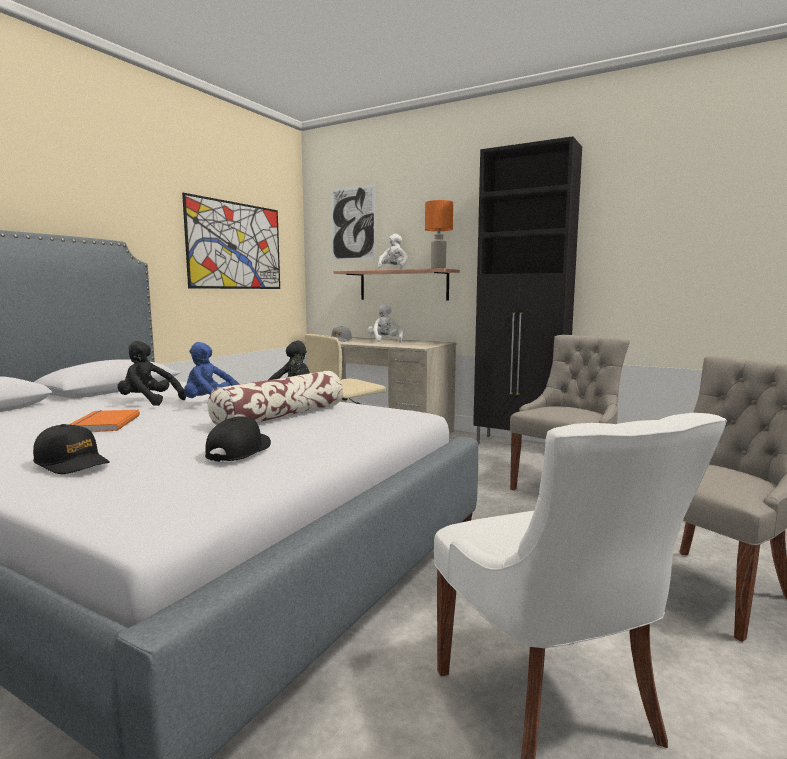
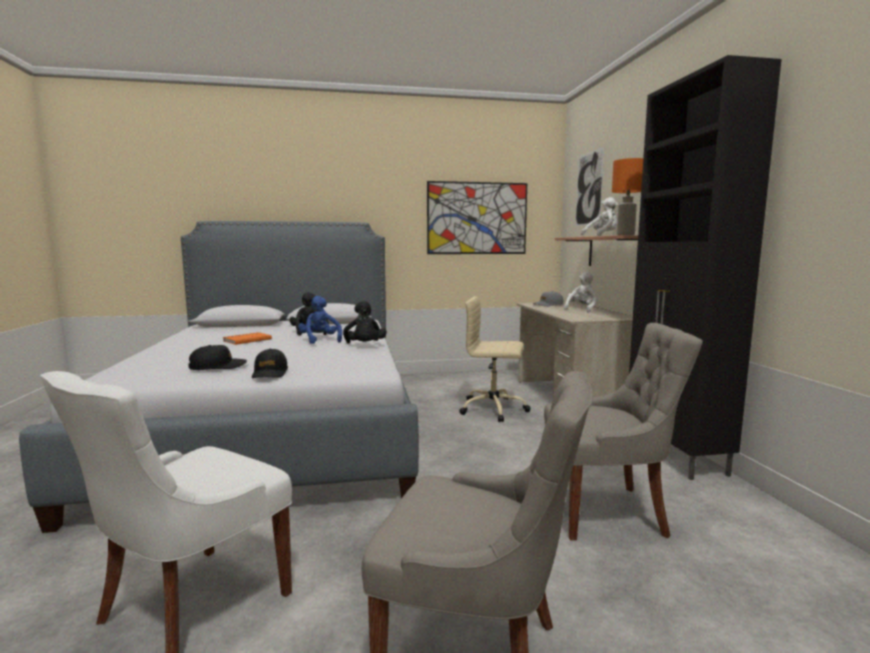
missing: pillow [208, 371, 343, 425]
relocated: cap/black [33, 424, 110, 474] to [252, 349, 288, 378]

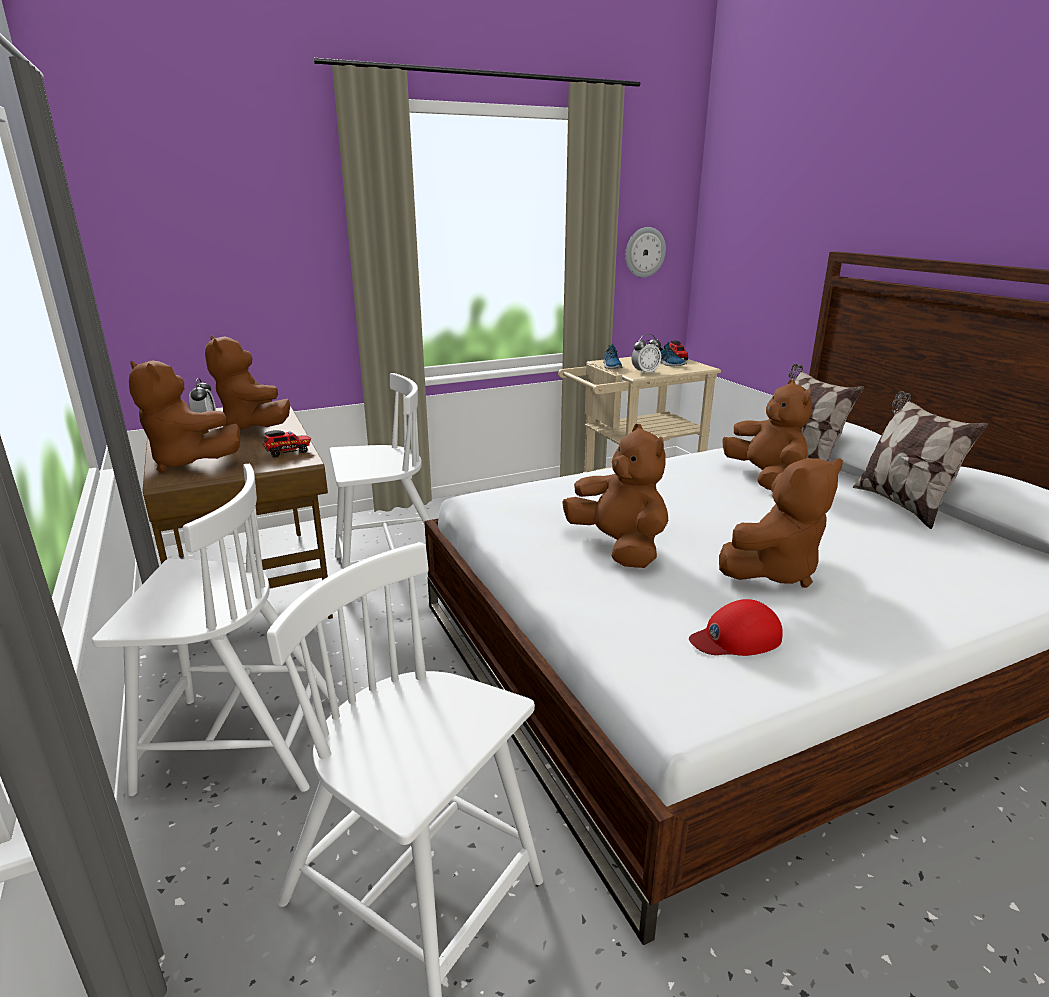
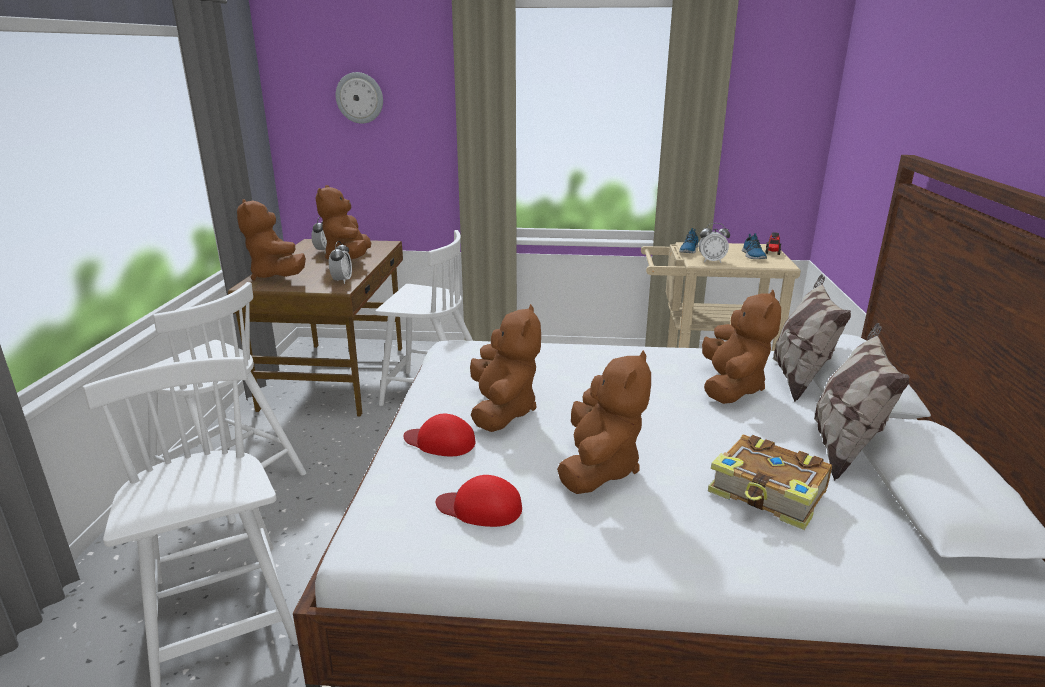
appeared: cap/red [404, 414, 475, 456]; book [708, 434, 832, 530]
relocated: wall clock [625, 227, 666, 278] to [336, 72, 383, 124]
exchanged: toy truck [263, 430, 312, 458] to alarm clock [329, 241, 352, 284]
spun: plush toy/brown [719, 458, 843, 588] = [557, 350, 651, 494] 75 degrees counterclockwise

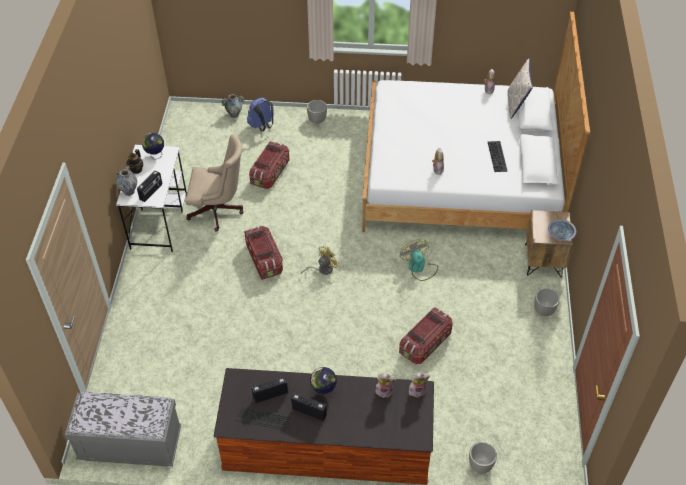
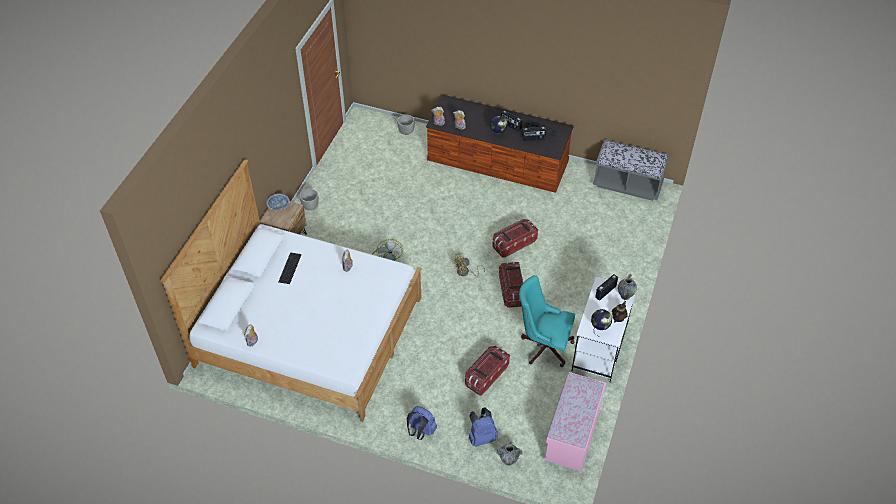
missing: pillow [508, 58, 533, 119]
appeared: bench/pink [544, 372, 606, 472]
relocated: storage box [399, 307, 453, 364] to [492, 219, 538, 258]
exchanged: planter/grey [307, 100, 327, 124] to backpack/blue [407, 406, 437, 440]
colour: office chair/beige [185, 134, 243, 232] to office chair/turquoise [519, 275, 575, 367]

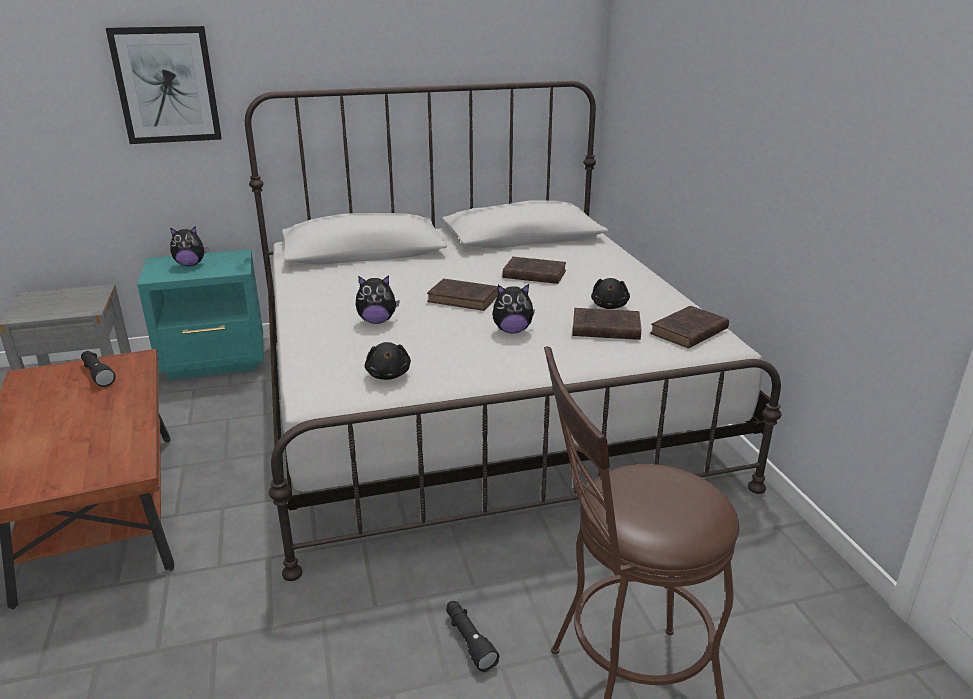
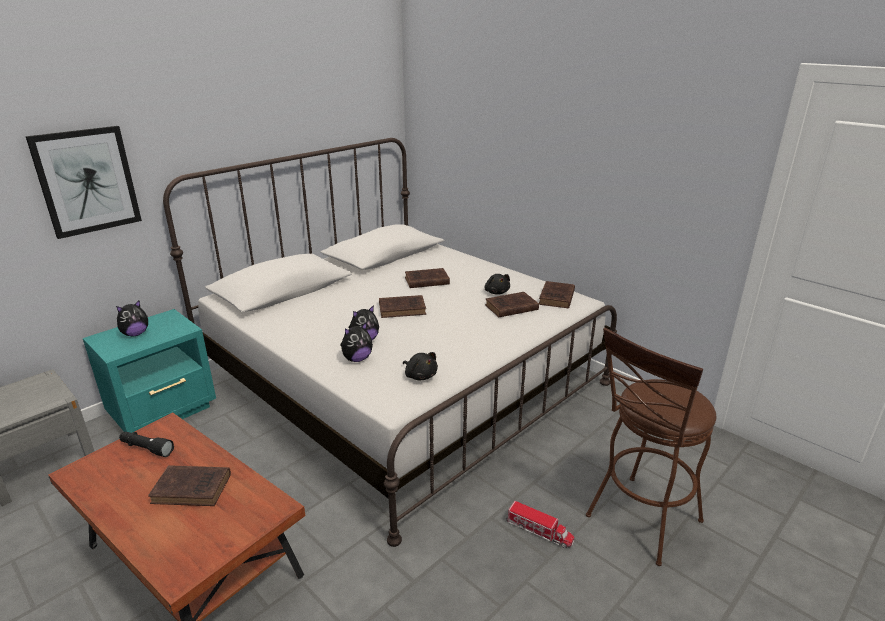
appeared: book/brown [148, 465, 231, 506]
relocated: plush toy [492, 284, 535, 333] to [340, 322, 373, 362]
exchanged: flashlight/black [446, 601, 499, 672] to toy truck [506, 501, 575, 548]

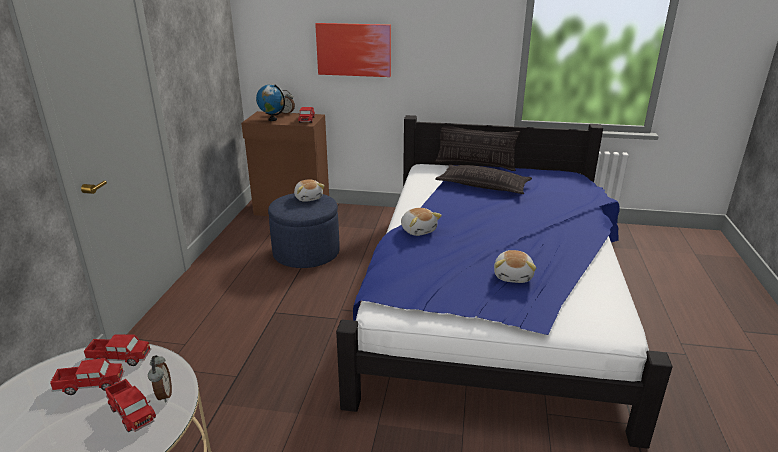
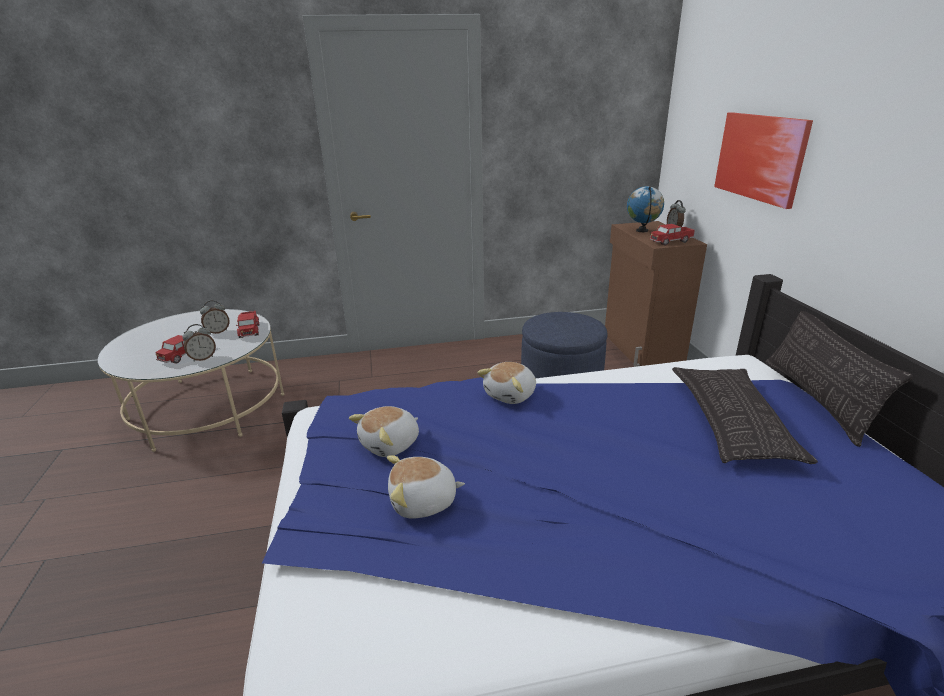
relocated: plush toy [294, 179, 325, 202] to [349, 406, 419, 457]
exchanged: toy truck [50, 358, 124, 395] to alarm clock [200, 300, 230, 334]

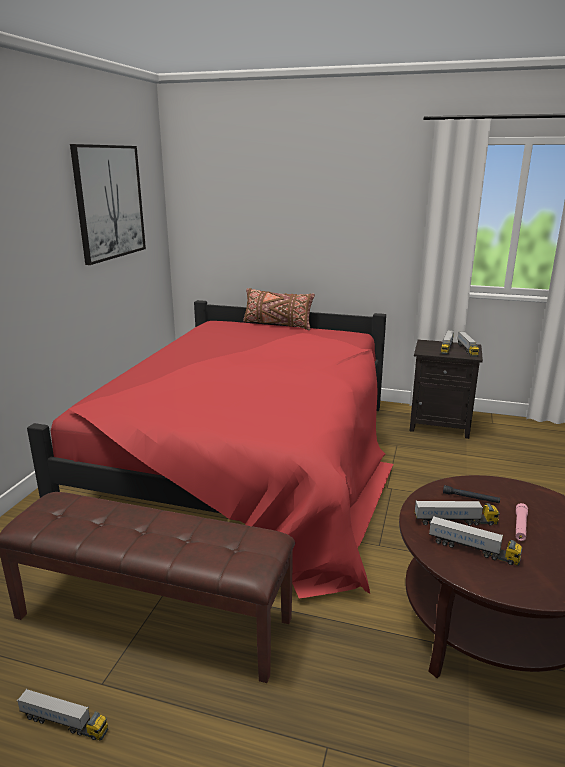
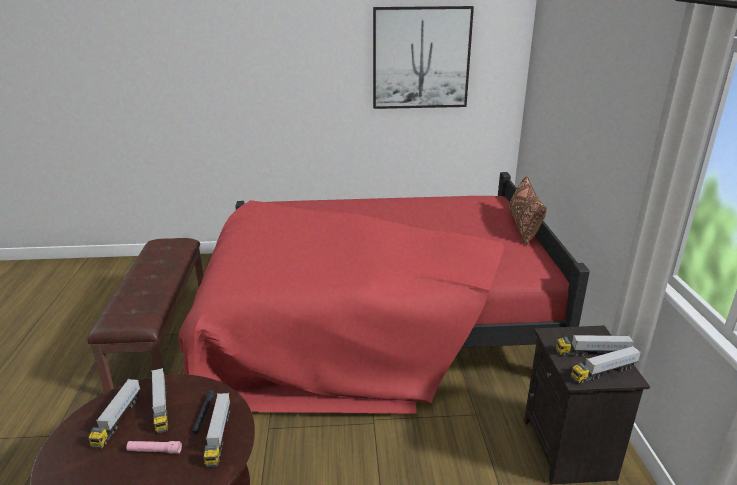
relocated: toy truck [17, 688, 108, 740] to [203, 393, 230, 467]

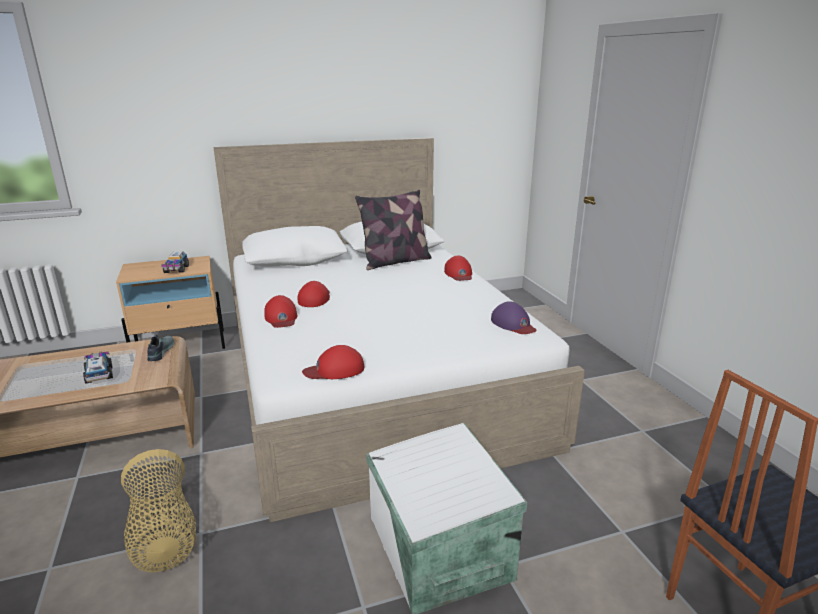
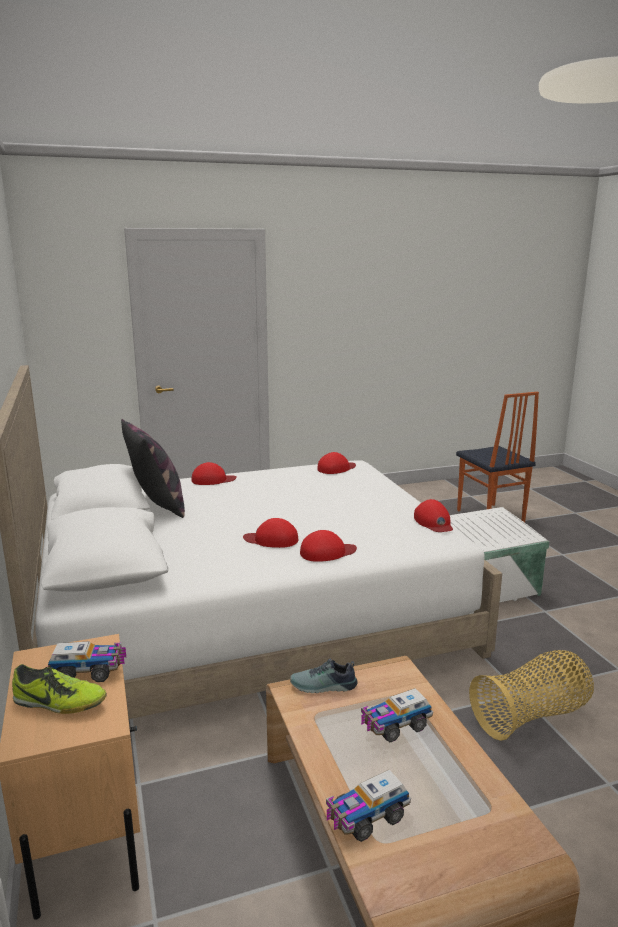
appeared: shoe [12, 664, 107, 714]; toy truck [326, 770, 411, 842]
colour: cap/purple [491, 301, 537, 334] to cap/red [317, 452, 356, 474]

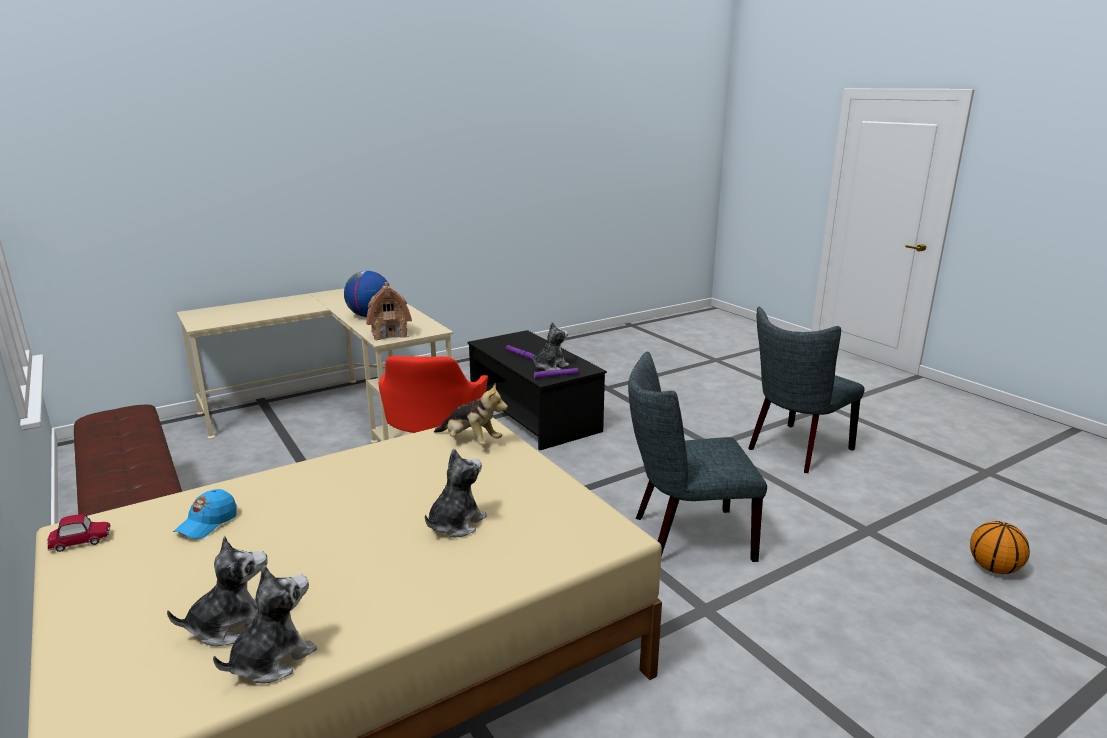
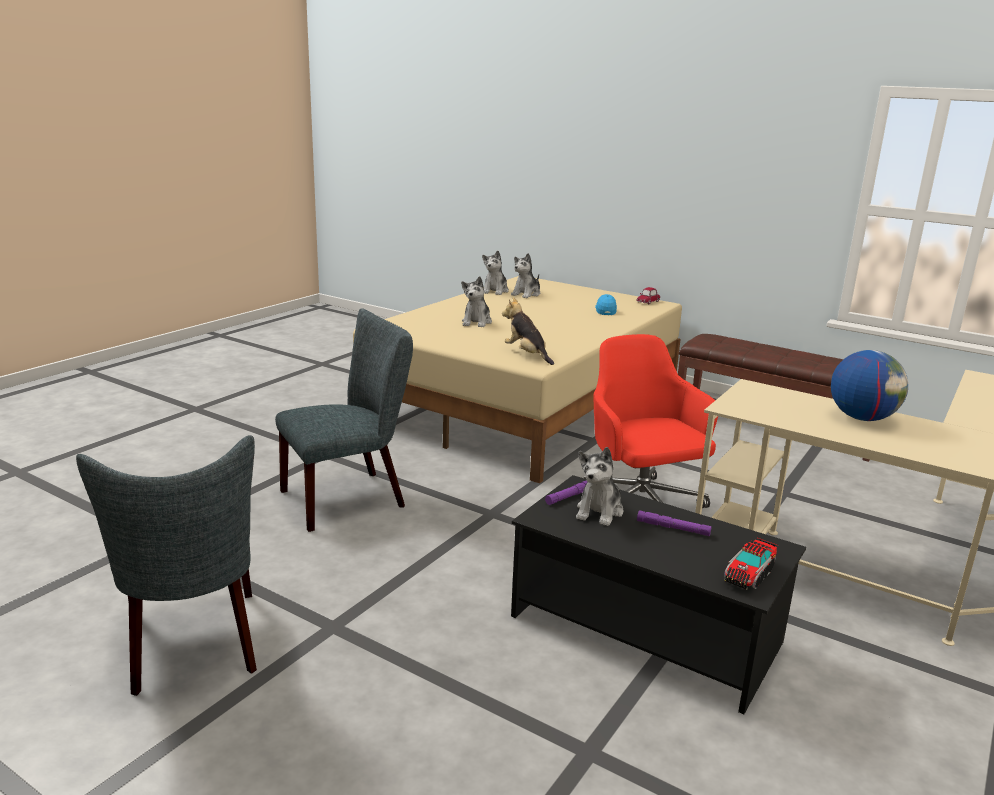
missing: toy house [366, 282, 412, 341]; basketball [970, 521, 1030, 574]
appeared: toy truck [724, 538, 778, 590]
spun: plush toy [434, 383, 508, 445] = [502, 297, 554, 365] 45 degrees clockwise; chair/grey [749, 307, 865, 473] = [76, 435, 257, 696] 135 degrees clockwise

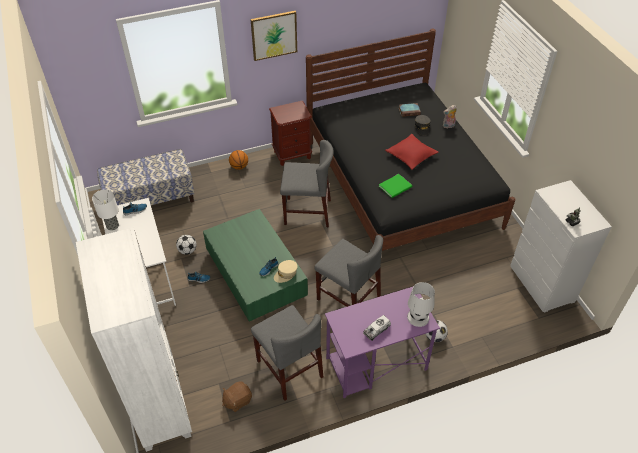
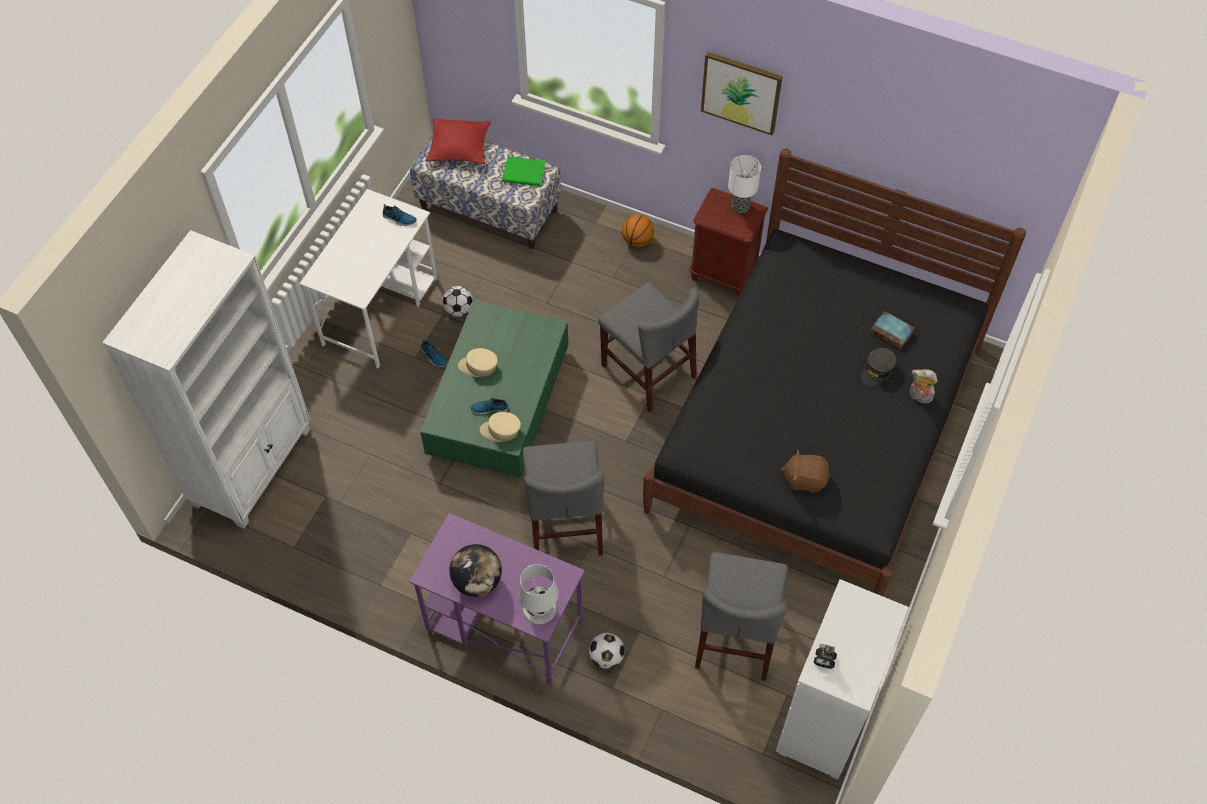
appeared: cap/beige [458, 348, 498, 377]
relocated: table lamp [92, 189, 119, 230] to [728, 155, 761, 213]; plush toy/brown [222, 381, 252, 412] to [781, 449, 830, 493]; chair/grey [251, 305, 323, 401] to [695, 552, 788, 681]; book/green [379, 174, 412, 198] to [502, 156, 546, 186]; pillow/red [385, 134, 439, 170] to [426, 118, 491, 164]
exchanged: toy truck [363, 315, 391, 341] to globe [449, 544, 502, 597]

